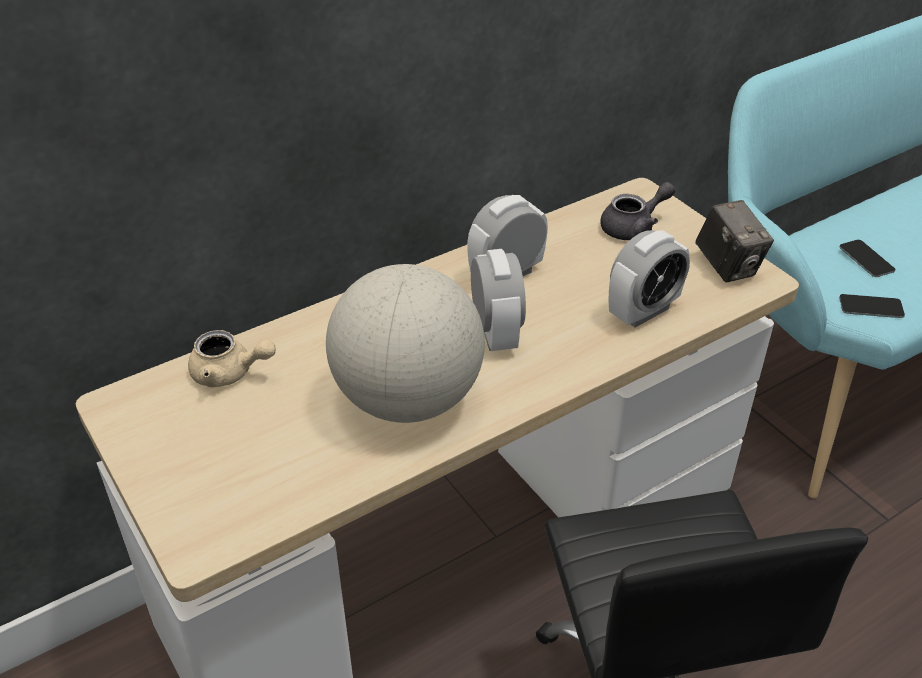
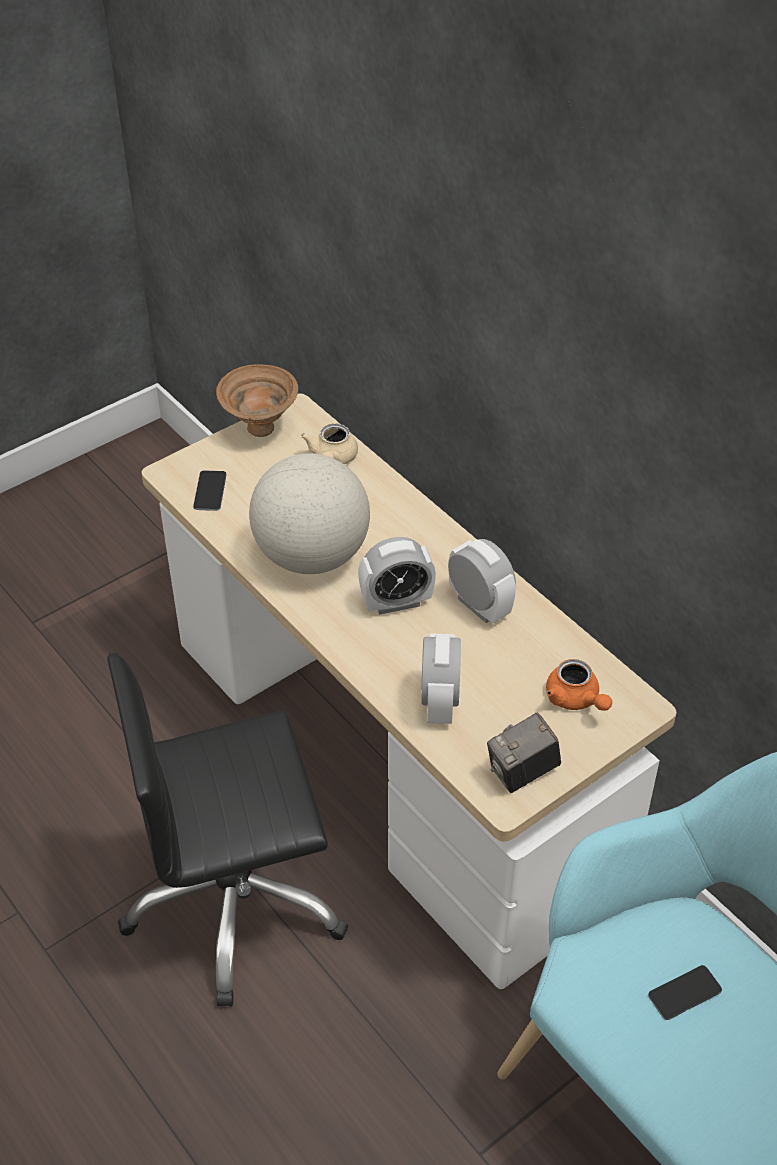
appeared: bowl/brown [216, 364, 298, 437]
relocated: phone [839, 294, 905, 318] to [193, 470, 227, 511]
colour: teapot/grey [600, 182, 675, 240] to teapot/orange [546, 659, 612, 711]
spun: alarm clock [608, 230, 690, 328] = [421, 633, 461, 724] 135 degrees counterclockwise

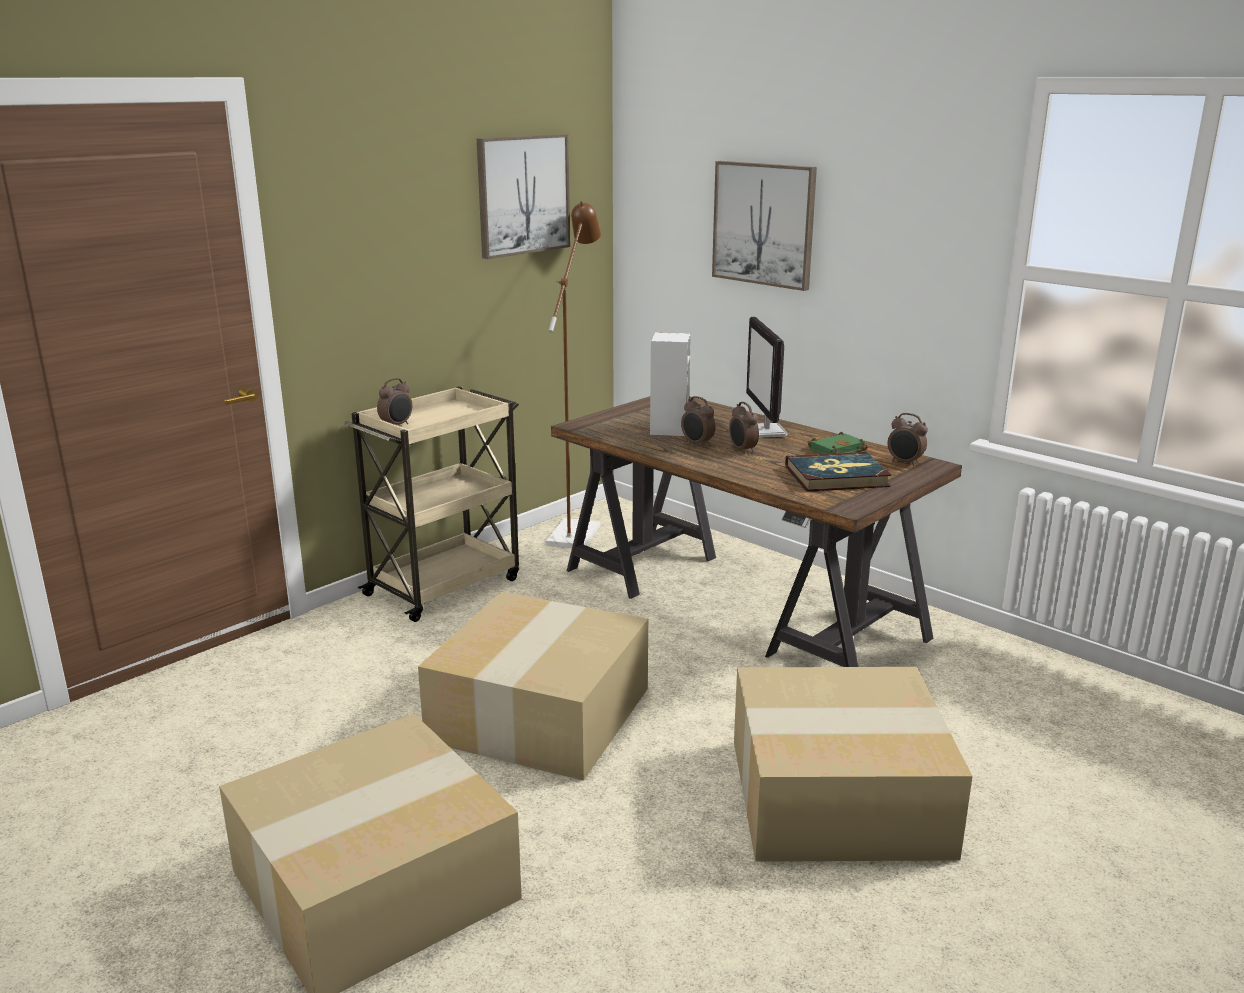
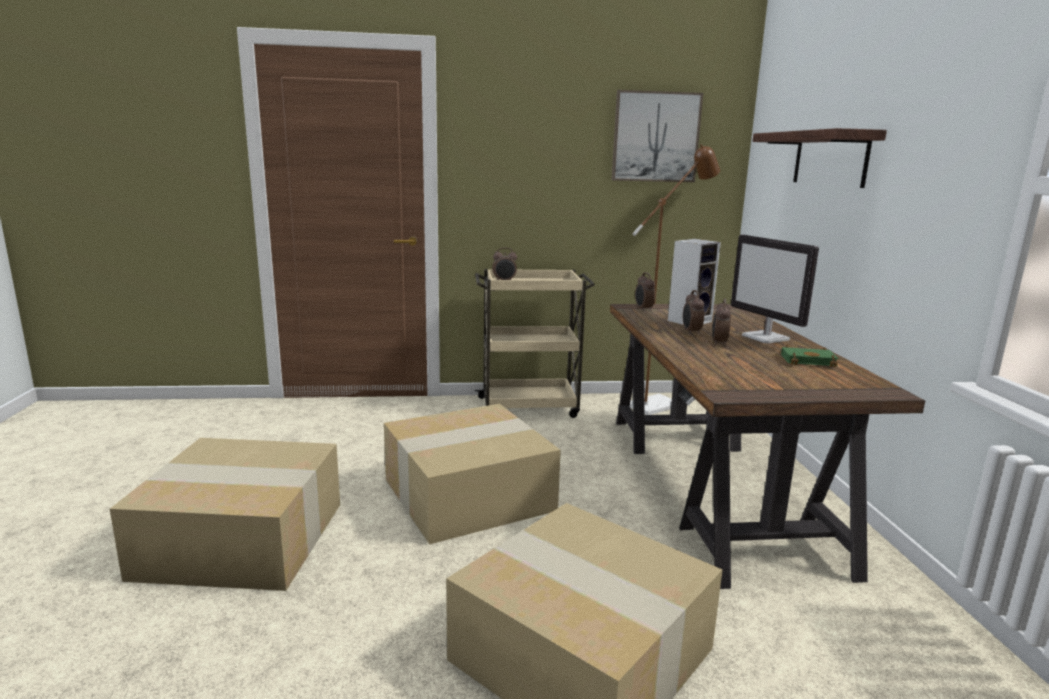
missing: book [785, 452, 891, 492]
relocated: alarm clock [887, 413, 928, 466] to [635, 272, 655, 311]
exchanged: picture [712, 161, 817, 291] to shelf [752, 128, 887, 188]
spun: monitor [746, 317, 788, 438] = [731, 235, 819, 344] 60 degrees counterclockwise

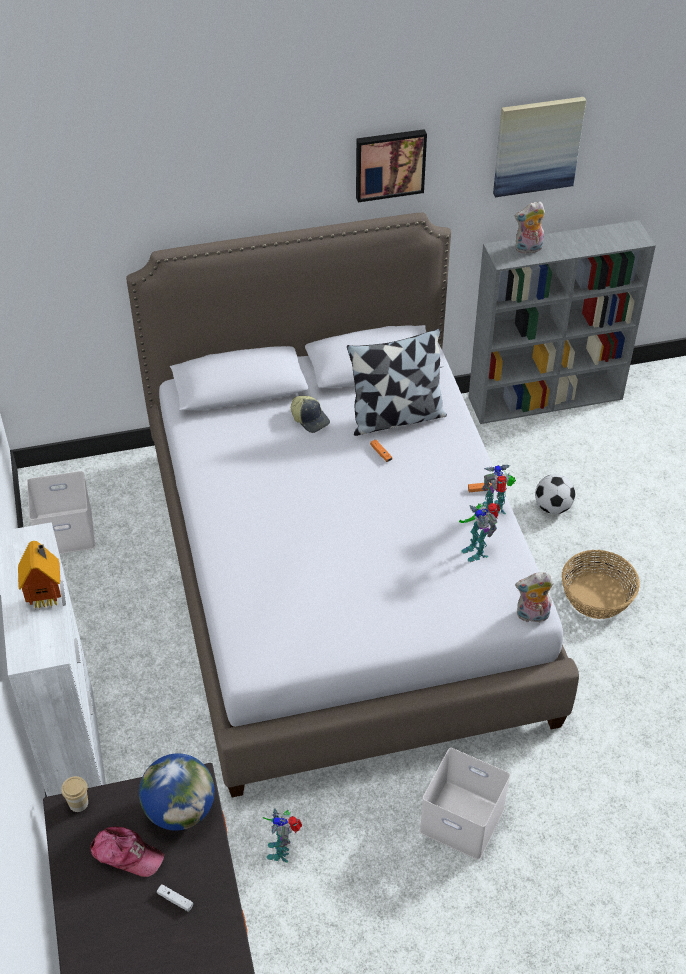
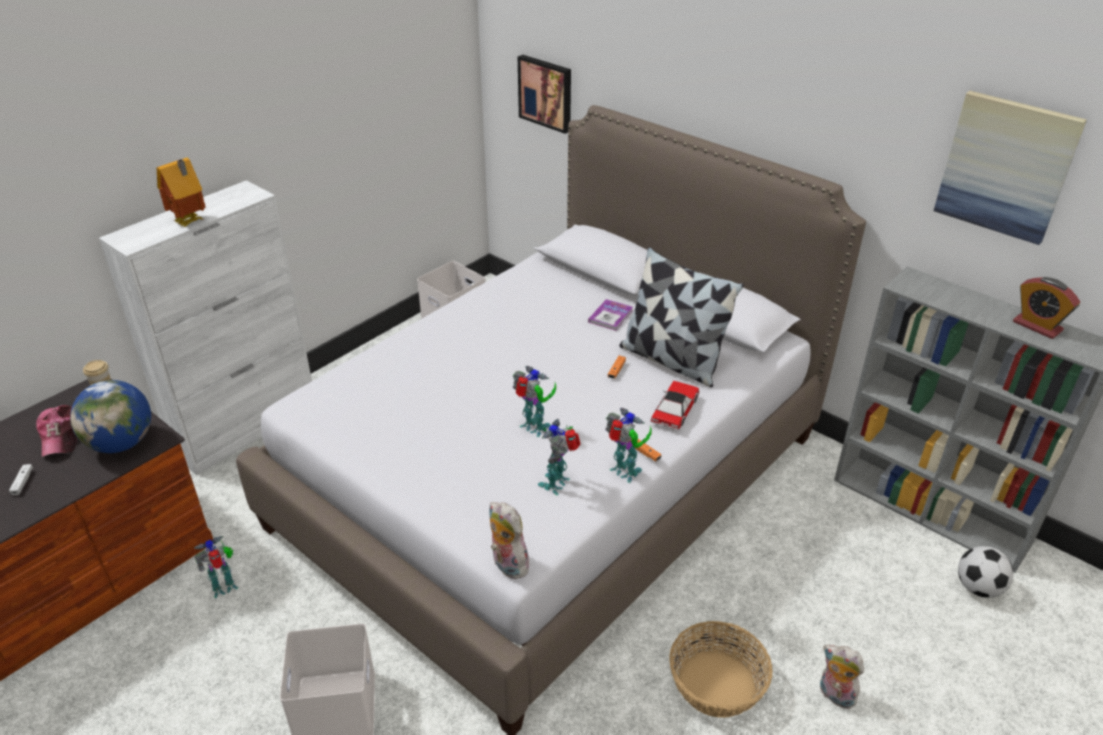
appeared: toy robot [512, 366, 556, 437]; toy car [651, 381, 699, 430]; alarm clock [1013, 277, 1080, 339]
relocated: picture [356, 129, 427, 202] to [518, 55, 571, 134]; plush toy [515, 201, 545, 254] to [820, 645, 864, 709]; football [535, 474, 575, 514] to [958, 546, 1014, 598]
exchanged: cap [291, 396, 330, 433] to book [588, 299, 633, 331]

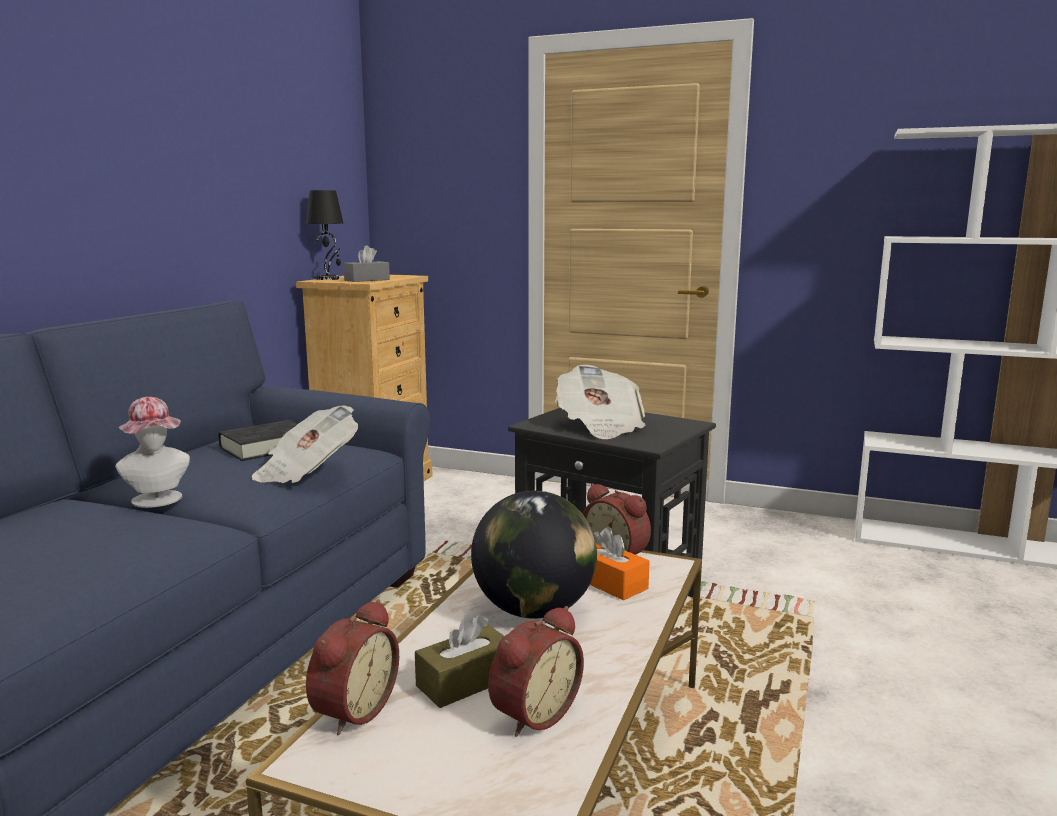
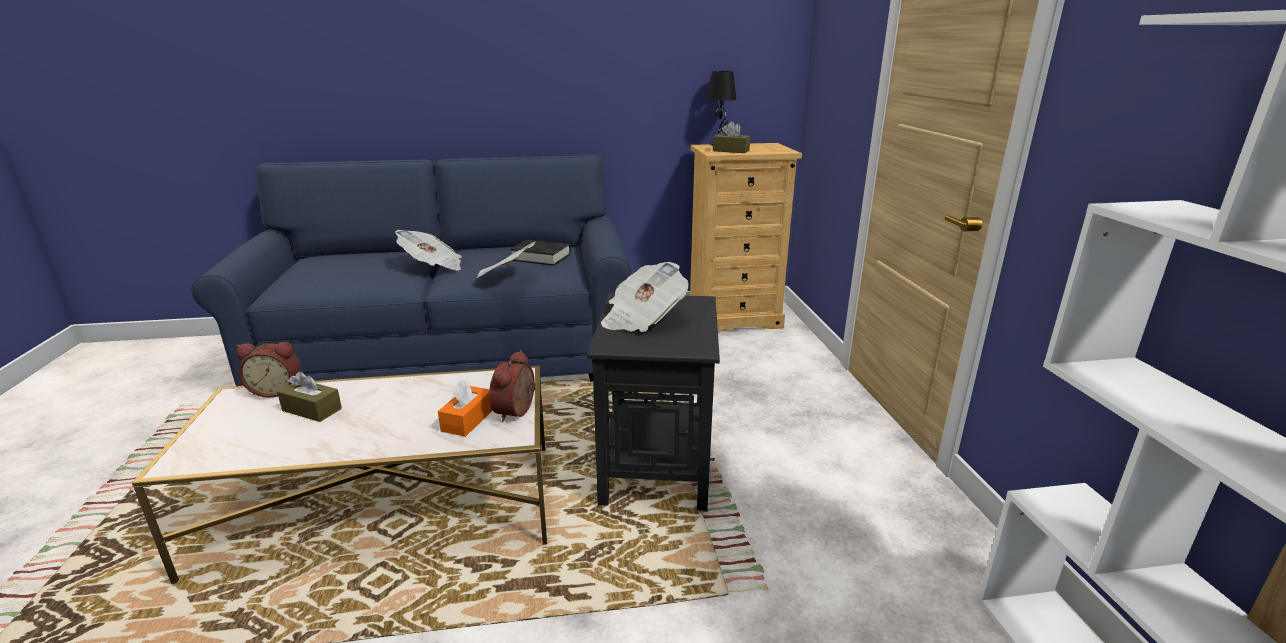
missing: globe [471, 491, 597, 619]; alarm clock [488, 606, 584, 737]
exchanged: hat [115, 397, 190, 508] to newspaper [395, 230, 462, 270]
colour: tissue box/grey [343, 245, 390, 282] to tissue box/brown [713, 121, 750, 153]

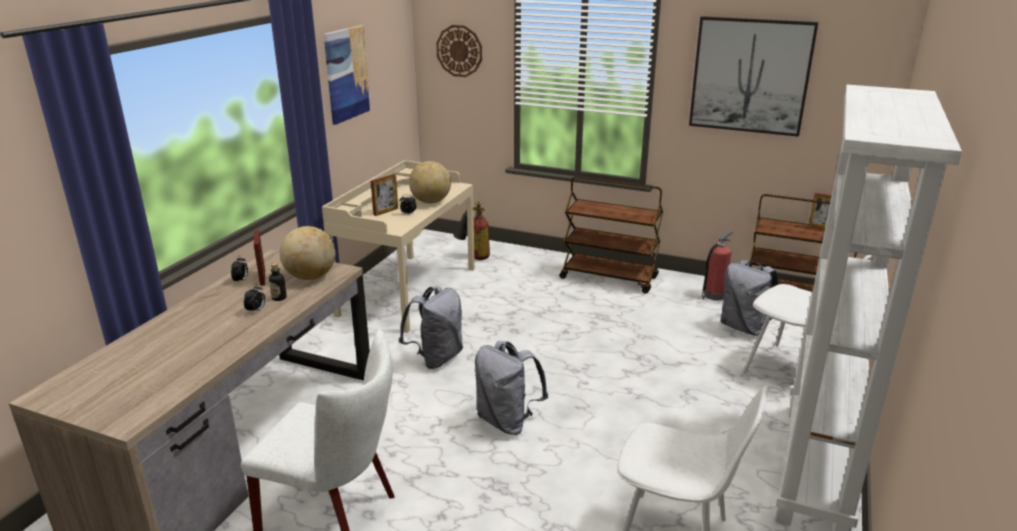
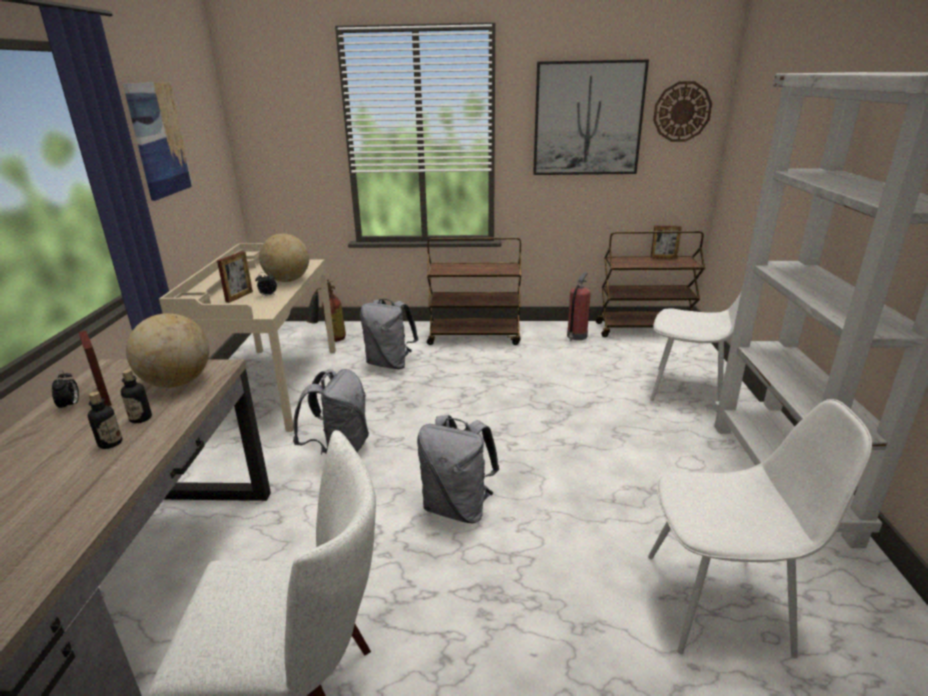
relocated: wall clock [436, 25, 482, 77] to [653, 81, 712, 142]; backpack/grey [720, 260, 779, 336] to [360, 299, 418, 369]
exchanged: alarm clock [244, 284, 265, 313] to bottle [88, 391, 122, 449]

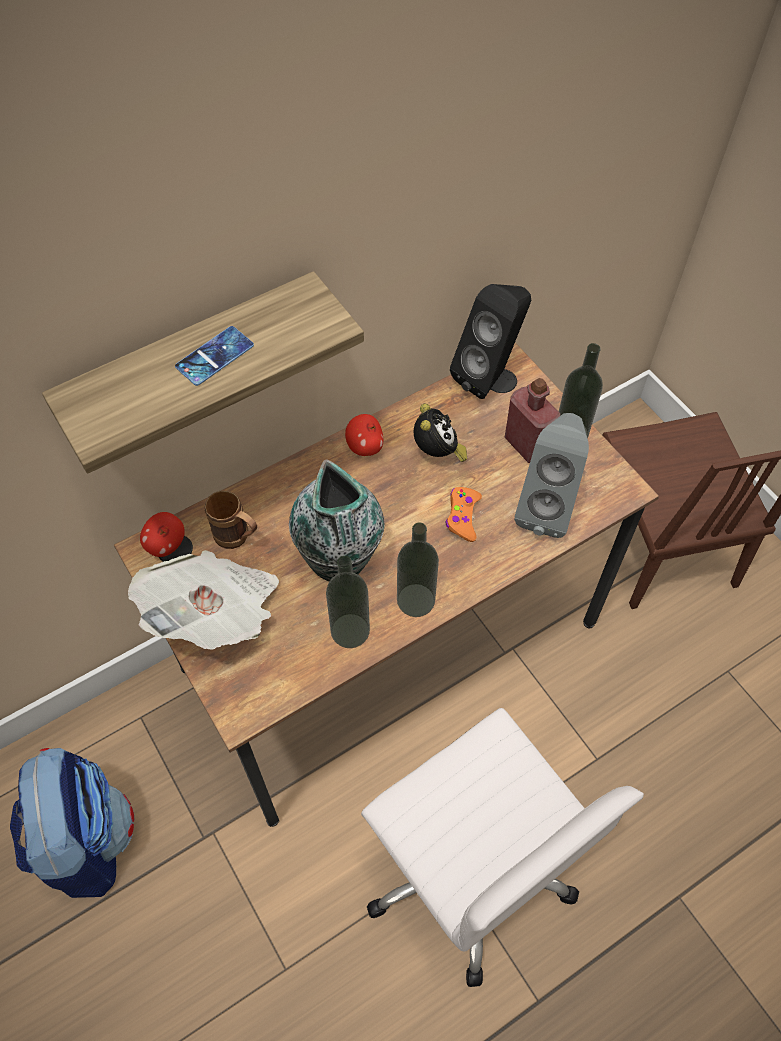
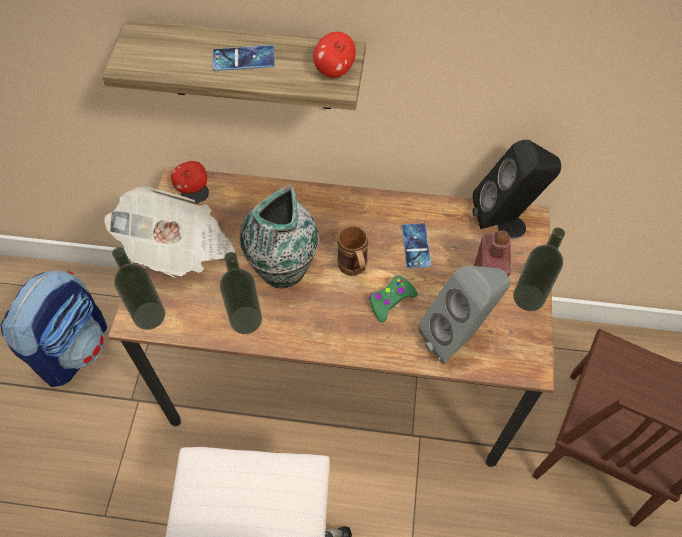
relocated: mug/brown [205, 491, 257, 549] to [337, 226, 368, 276]; apple [345, 414, 383, 456] to [313, 32, 356, 78]; bottle [397, 522, 439, 617] to [112, 247, 165, 330]
exchanged: alarm clock [414, 404, 467, 462] to phone [402, 223, 431, 268]
colour: game controller/orange [446, 487, 482, 542] to game controller/green [369, 275, 418, 322]

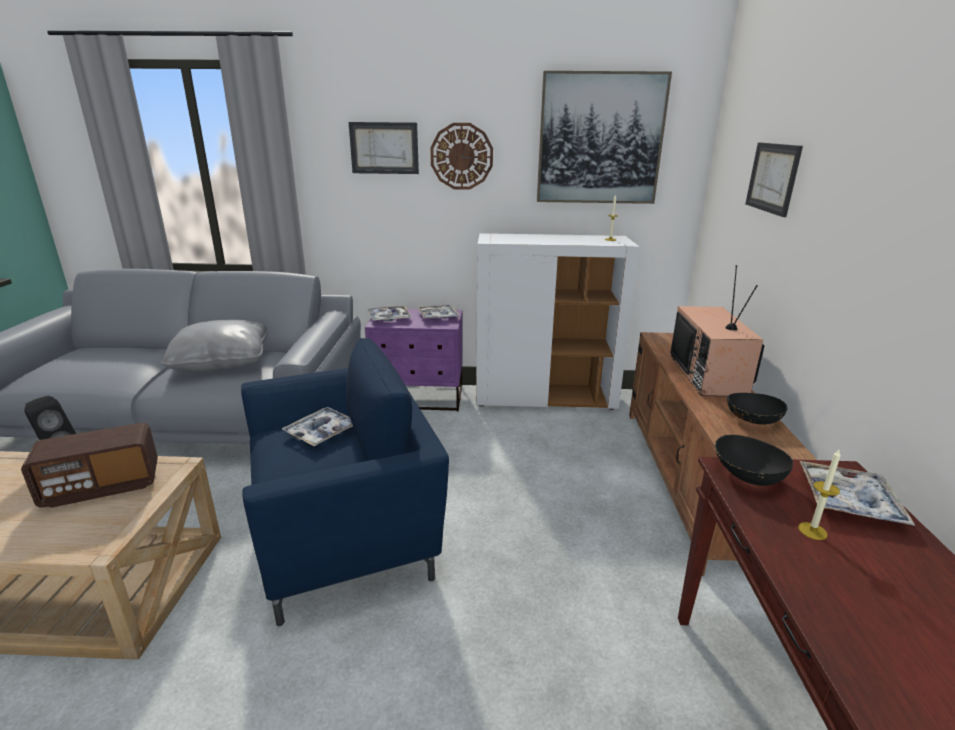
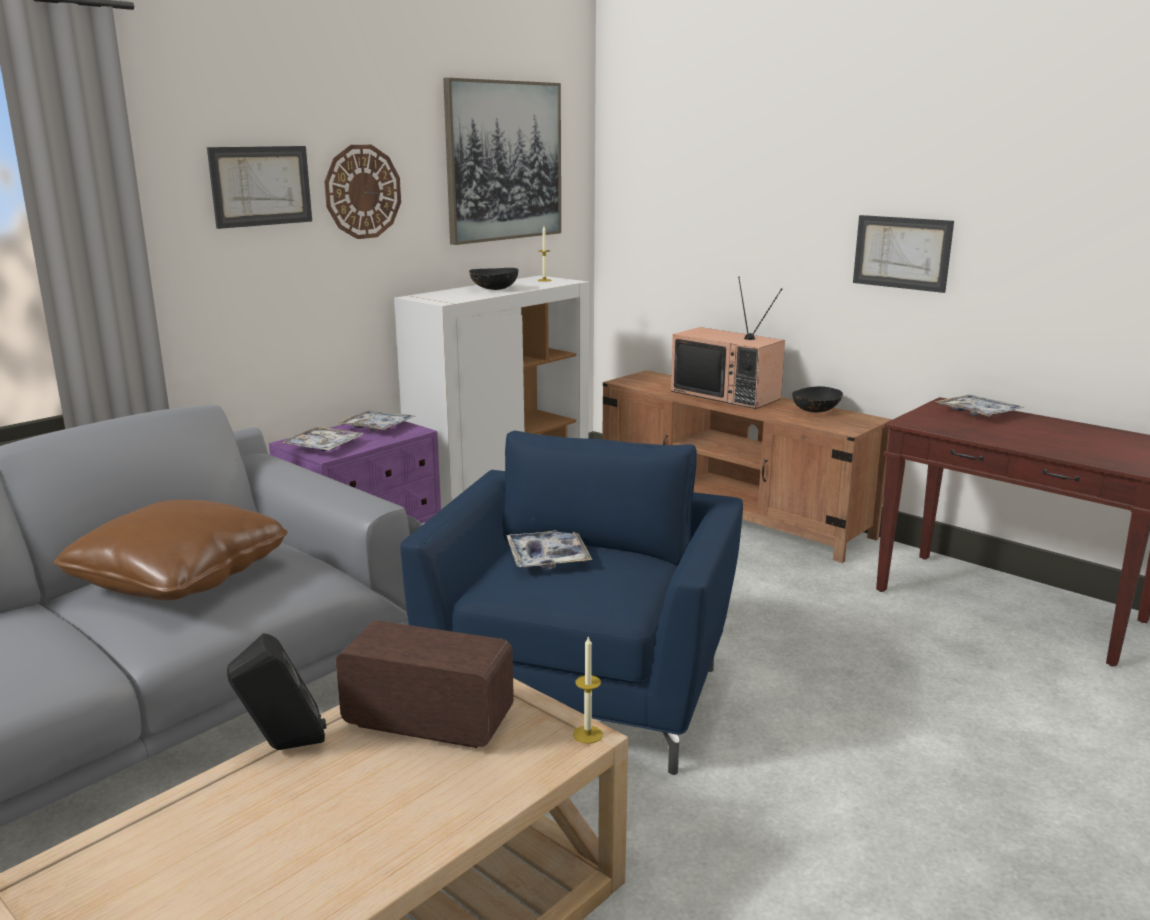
relocated: bowl/black [715, 435, 793, 486] to [469, 268, 518, 290]; picture [745, 142, 803, 217] to [853, 215, 954, 293]; candle [798, 450, 841, 540] to [573, 636, 603, 744]
colour: pillow/grey [161, 319, 268, 371] to pillow/brown [54, 499, 288, 600]
spun: radio [21, 423, 158, 508] = [336, 621, 514, 748] 90 degrees counterclockwise

